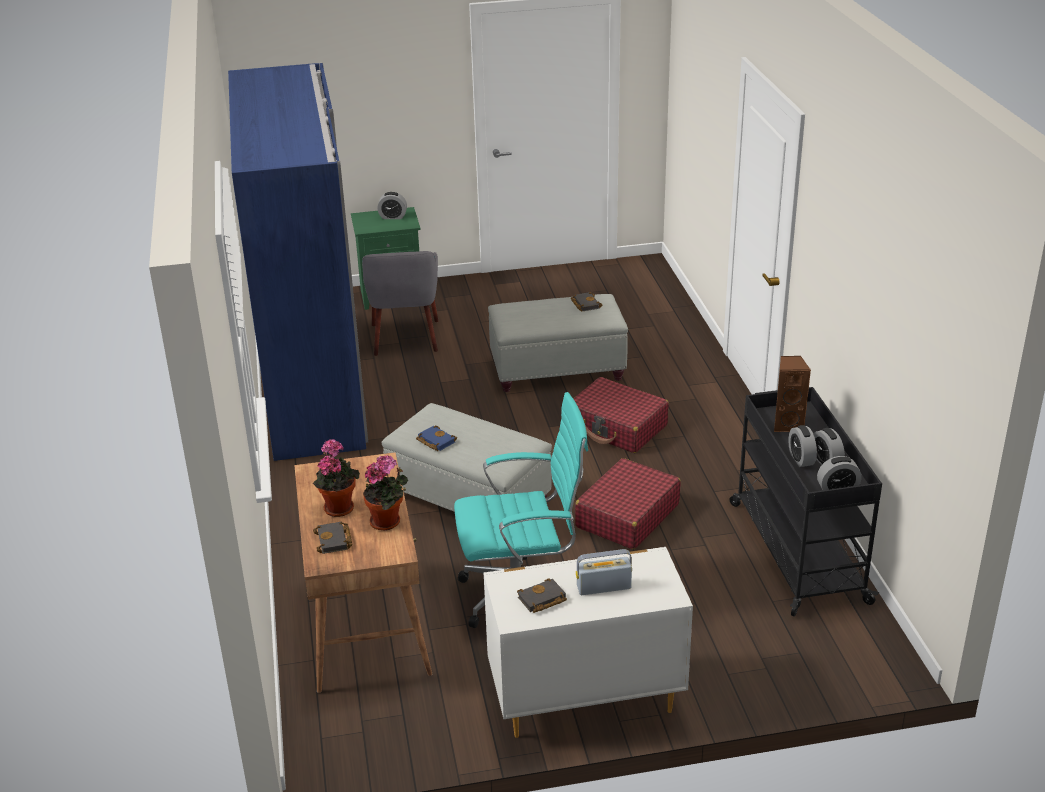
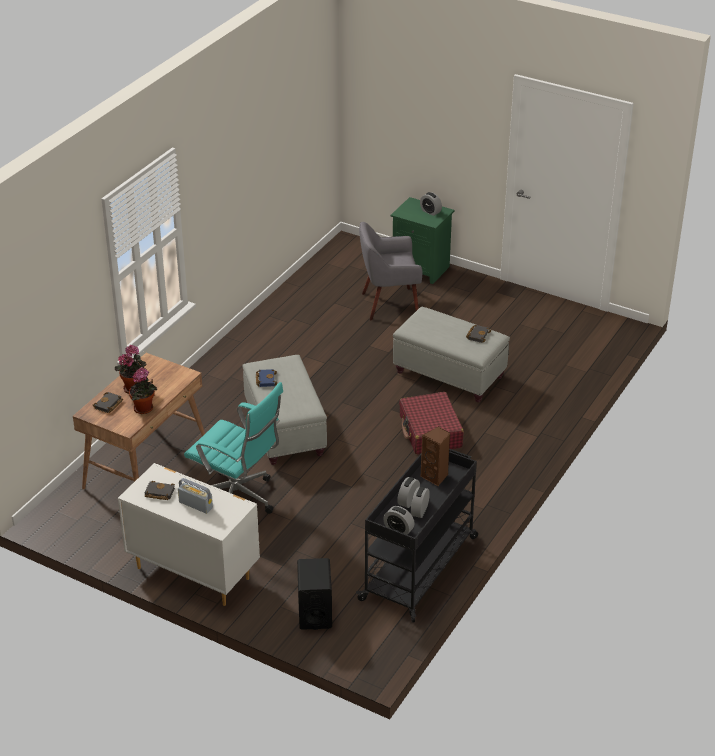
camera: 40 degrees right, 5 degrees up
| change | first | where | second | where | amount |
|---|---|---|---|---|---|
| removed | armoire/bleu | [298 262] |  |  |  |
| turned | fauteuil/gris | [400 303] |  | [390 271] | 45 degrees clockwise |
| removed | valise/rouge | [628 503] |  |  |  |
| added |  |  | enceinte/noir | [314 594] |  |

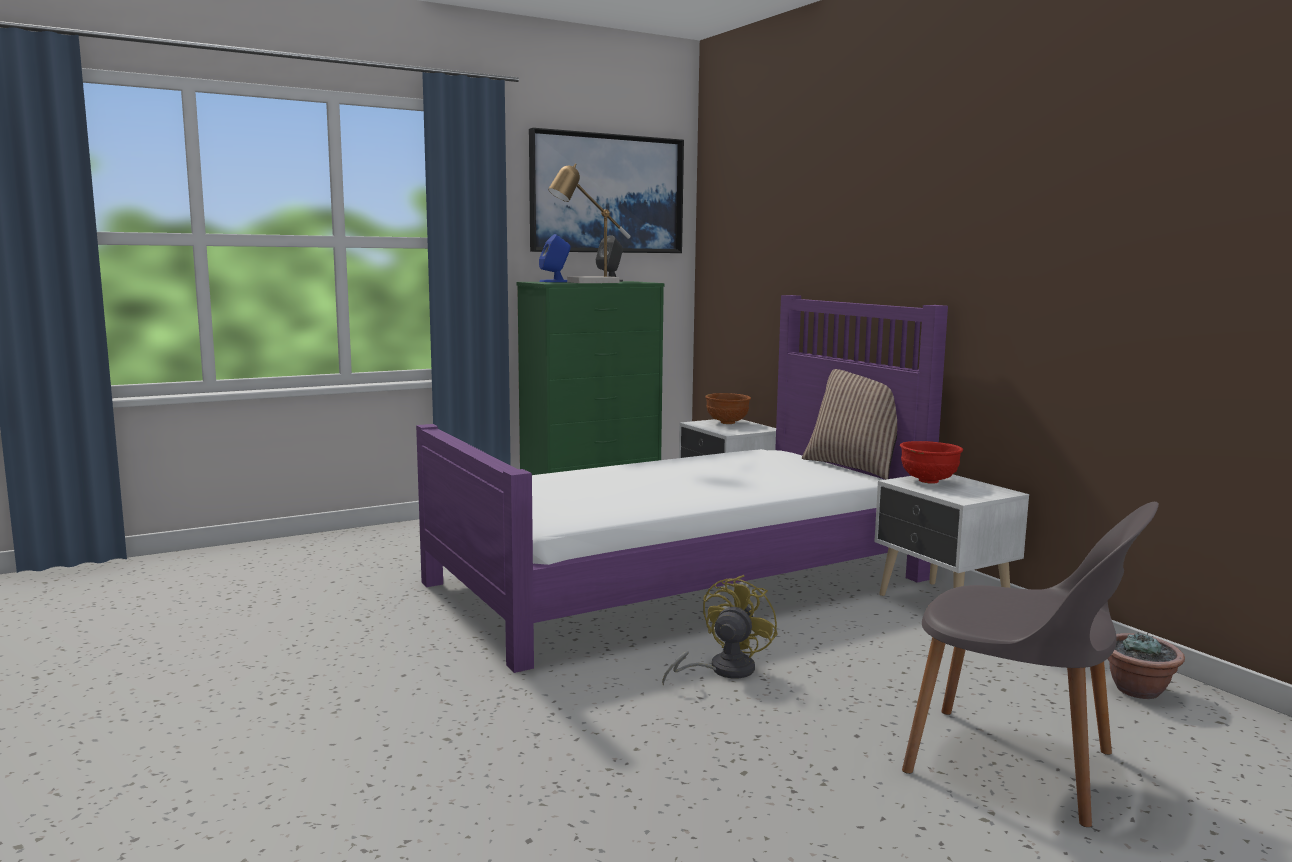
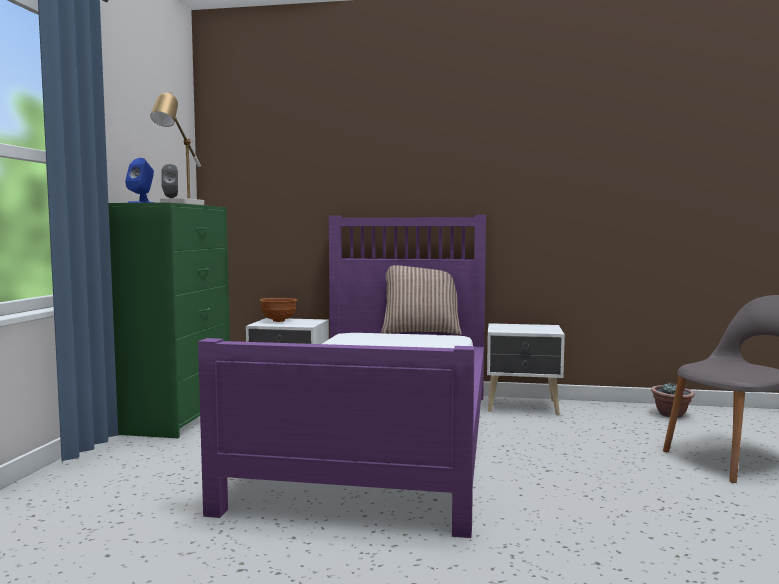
camera: 50 degrees left, 5 degrees down
| change | first | where | second | where | amount |
|---|---|---|---|---|---|
| removed | tableau | [606 190] |  |  |  |
| removed | ventilateur/jaune | [720 630] |  |  |  |
| removed | bol/rouge | [931 462] |  |  |  |

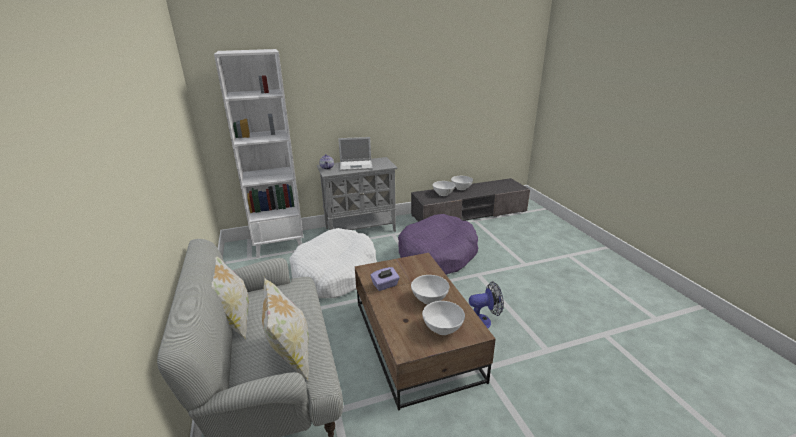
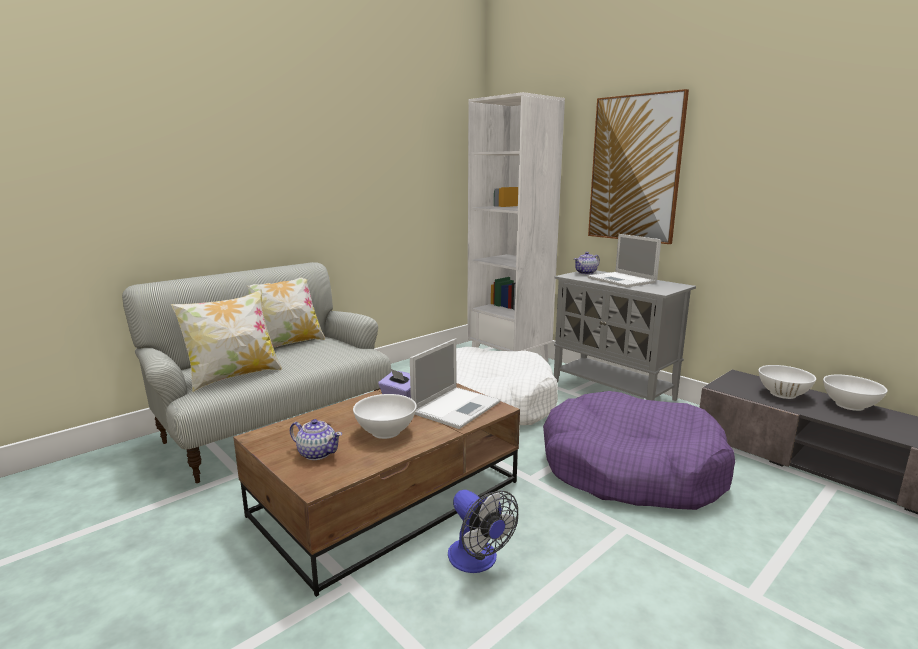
camera: 65 degrees right, 10 degrees down
| change | first | where | second | where | amount |
|---|---|---|---|---|---|
| replaced | bol/blanc | [443 318] | théière | [316 439] |  |
| added |  |  | ordinateur portable | [455 383] |  |
| added |  |  | tableau | [638 166] |  |

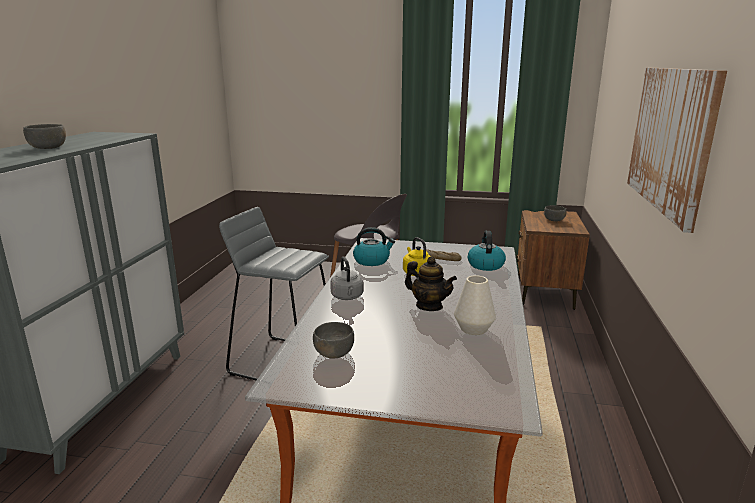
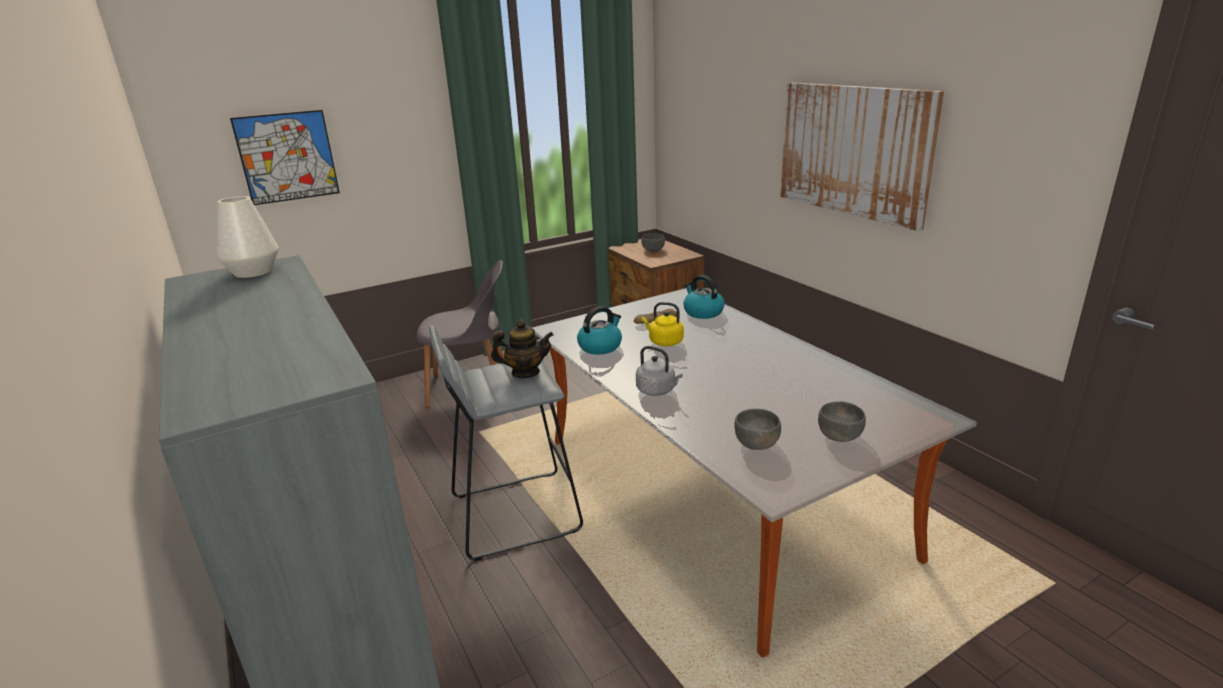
camera: 40 degrees left, 5 degrees up
| change | first | where | second | where | amount |
|---|---|---|---|---|---|
| moved | bol/gris | [44 136] |  | [842 421] |  |
| moved | théière | [431 283] |  | [522 349] |  |
| moved | vase/blanc | [475 305] |  | [247 237] |  |
| added |  |  | tableau | [285 157] |  |

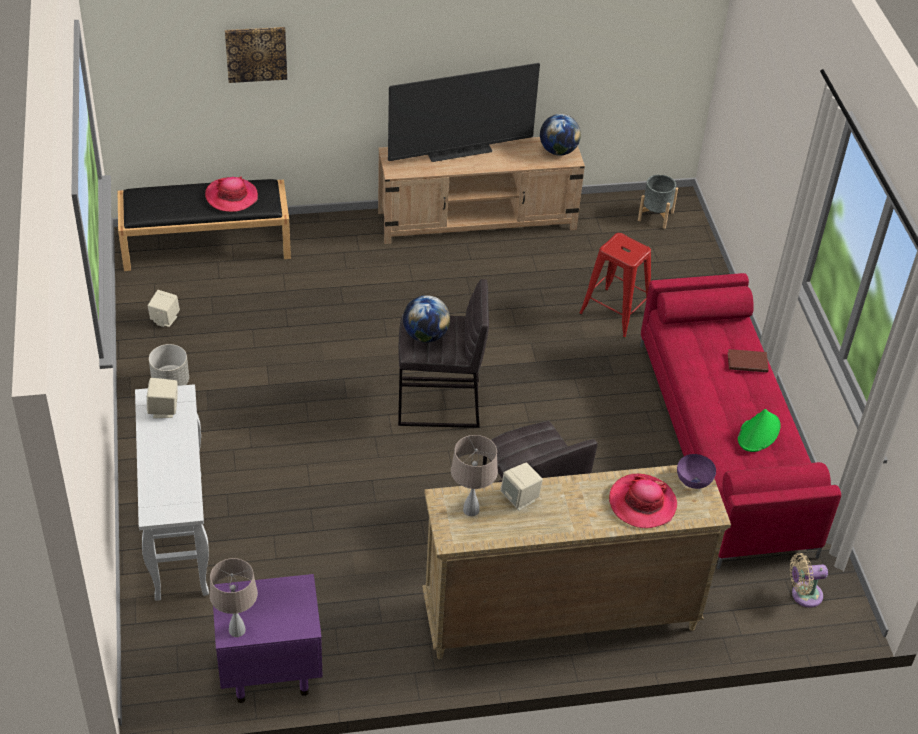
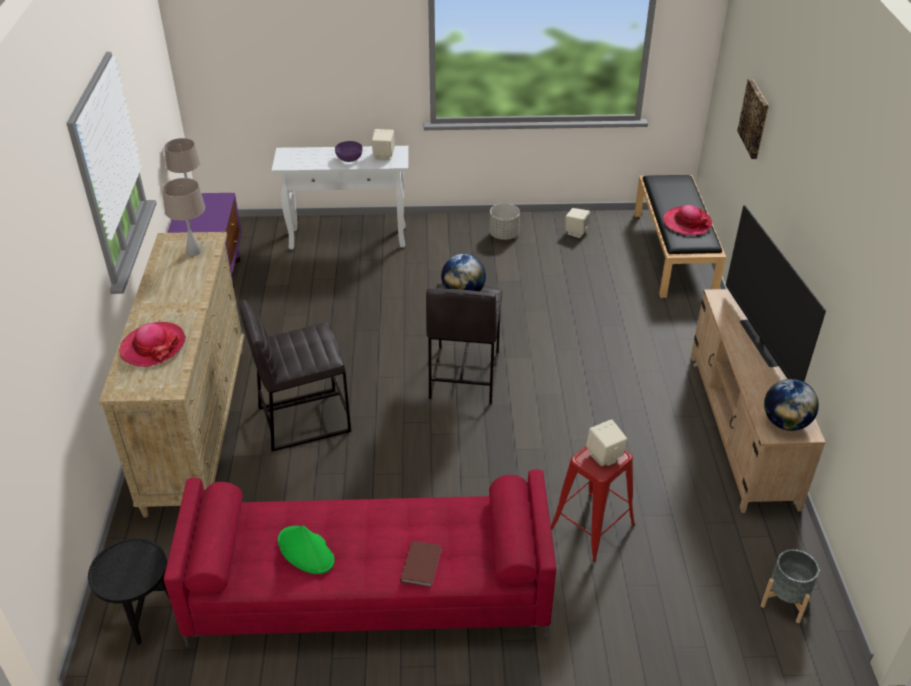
camera: 100 degrees right, 5 degrees down
| change | first | where | second | where | amount |
|---|---|---|---|---|---|
| moved | enceinte/beige | [521 486] |  | [606 442] |  |
| moved | bol/violet | [696 471] |  | [349 151] |  |
| replaced | ventilateur/beige | [809 580] | table d'appoint/noir | [129 591] |  |

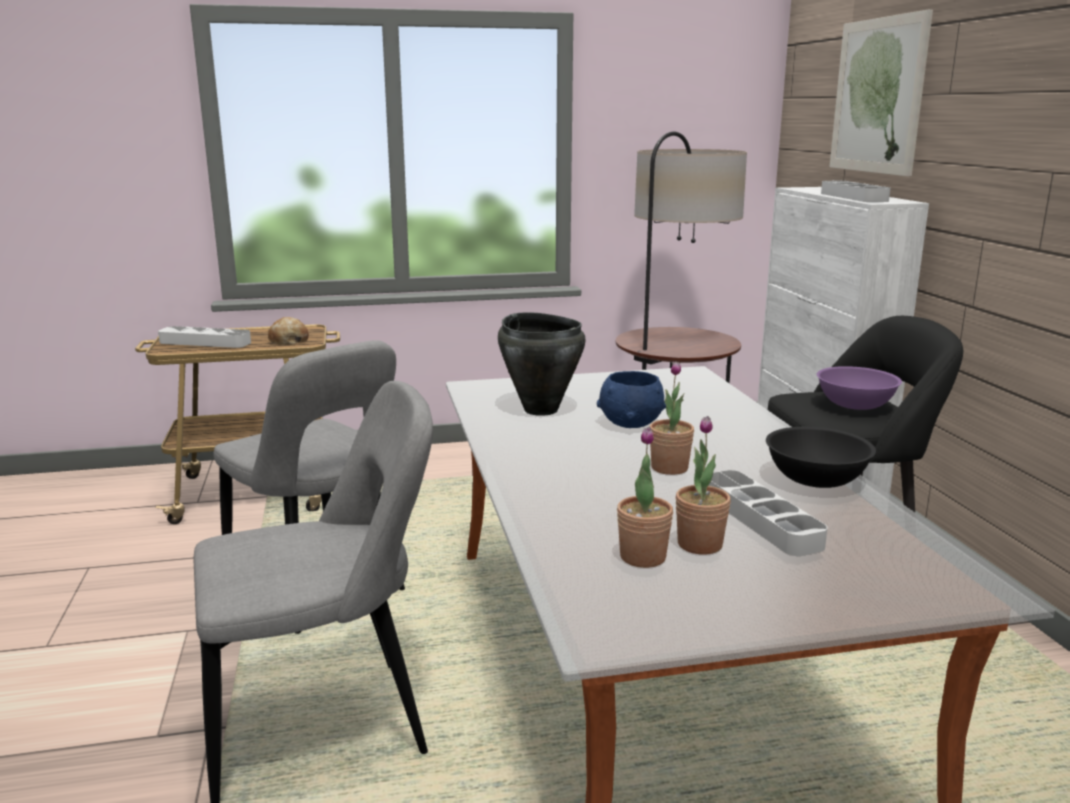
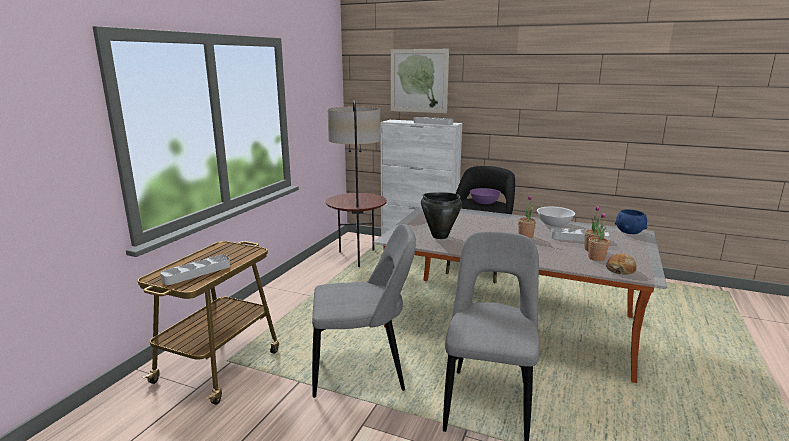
camera: 55 degrees left, 0 degrees up
| change | first | where | second | where | amount |
|---|---|---|---|---|---|
| moved | pain | [288 331] |  | [621 264] |  |
| moved | bol/bleu | [631 399] |  | [631 222] |  |
| recoloured | bol/noir | [821 457] | bol/blanc | [556 217] |  |

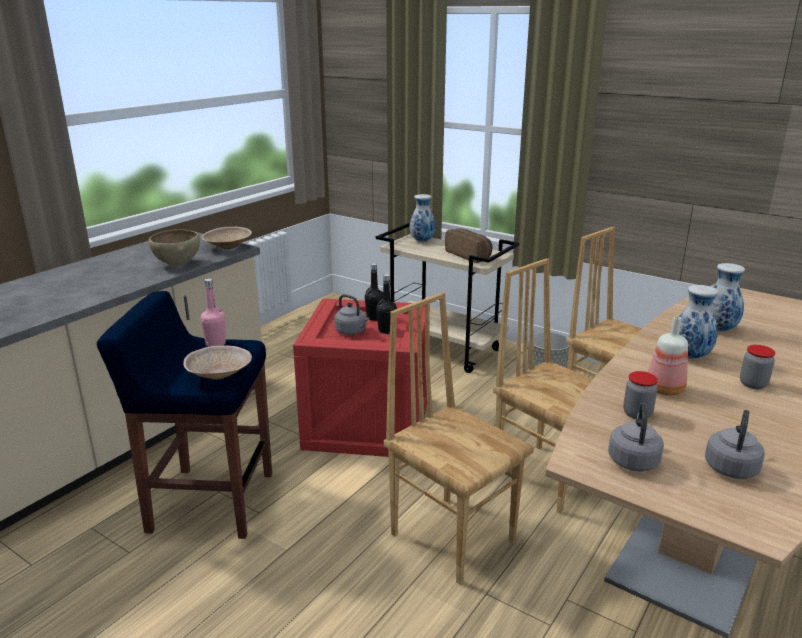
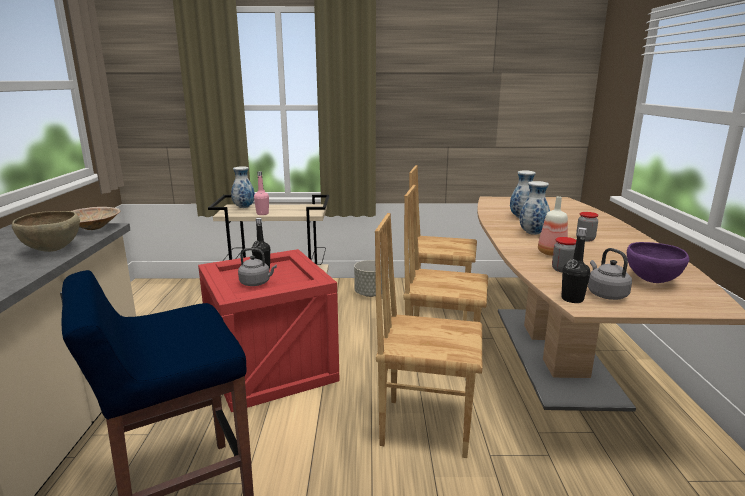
camera: 35 degrees left, 5 degrees down
| change | first | where | second | where | amount |
|---|---|---|---|---|---|
| removed | bol/beige | [217 362] |  |  |  |
| moved | bouteille/rose | [213 312] |  | [261 193] |  |
| moved | bouteille/noir | [386 304] |  | [576 265] |  |
| removed | pain | [468 245] |  |  |  |
| replaced | bouilloire/gris | [735 444] | bol/violet | [658 262] |  |

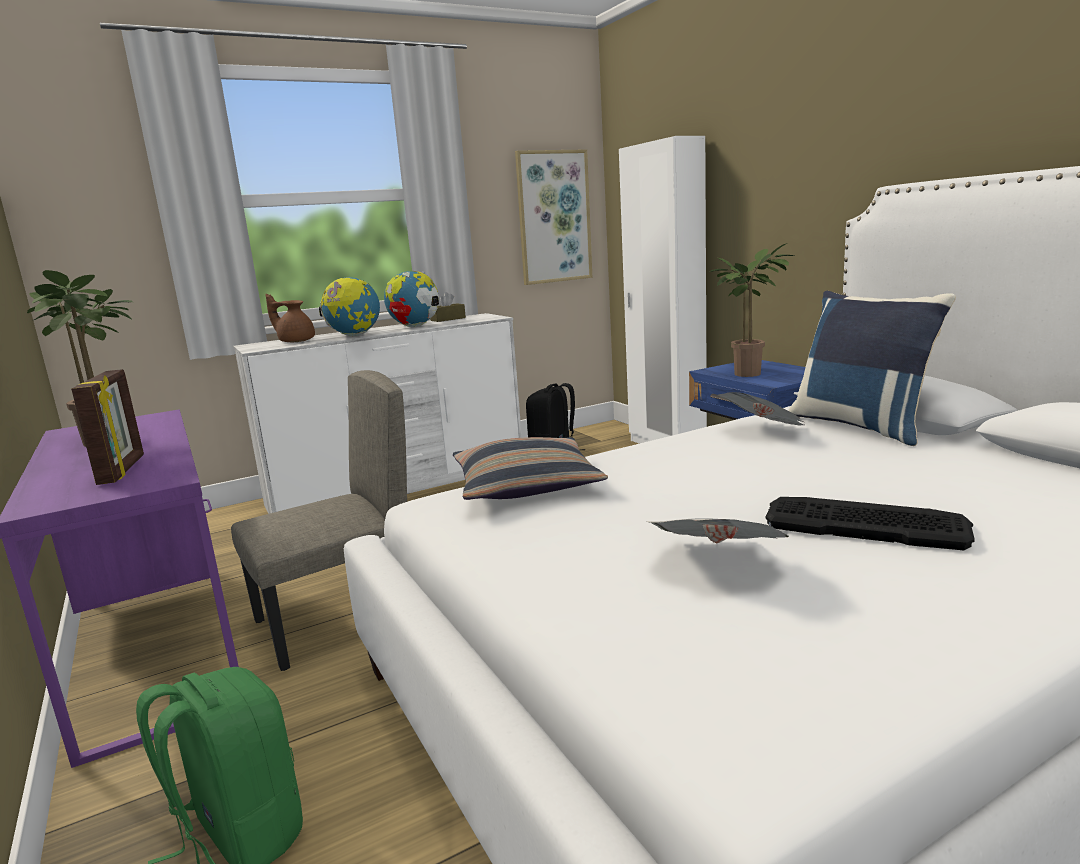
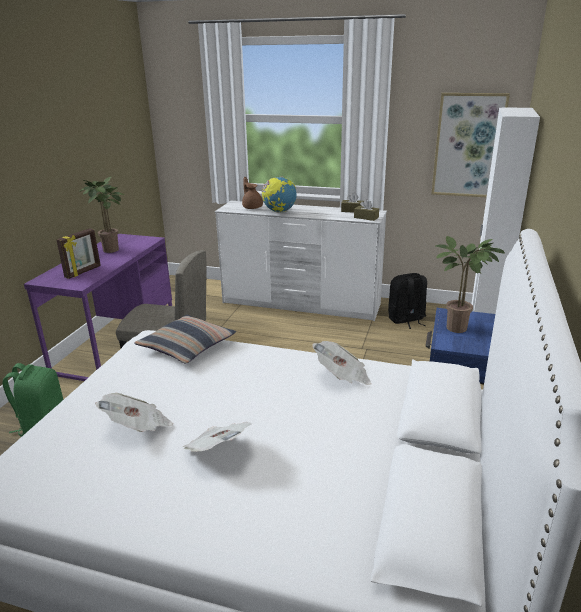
camera: 45 degrees right, 10 degrees up
| change | first | where | second | where | amount |
|---|---|---|---|---|---|
| removed | globe | [411 299] |  |  |  |
| replaced | clavier | [870 523] | journal | [217 437] |  |
| removed | coussin/bleu | [872 368] |  |  |  |
| added |  |  | boîte à mouchoirs/marron | [366 210] |  |

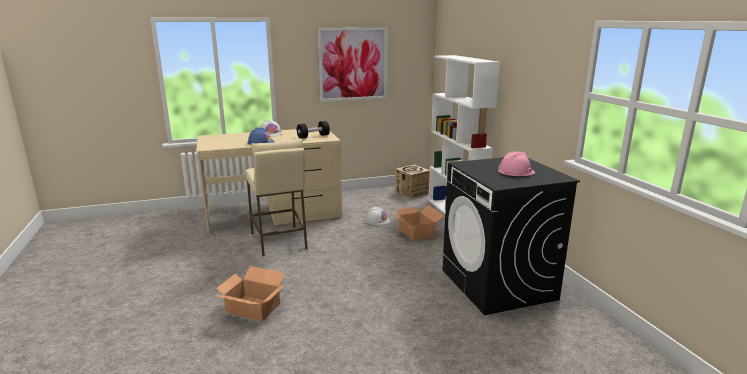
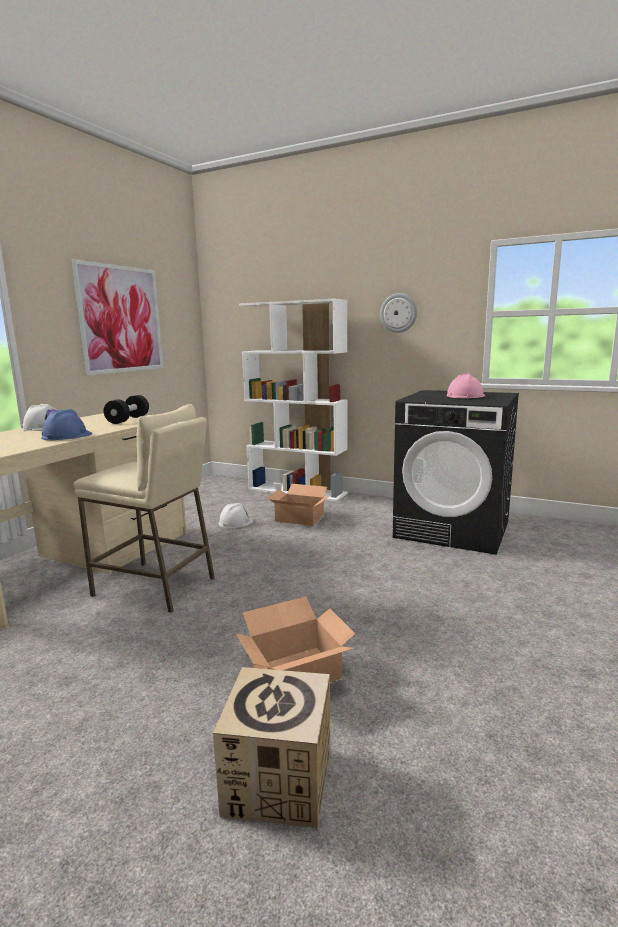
camera: 45 degrees left, 5 degrees down
| change | first | where | second | where | amount |
|---|---|---|---|---|---|
| moved | carton | [412 182] |  | [272 747] |  |
| added |  |  | horloge murale | [398 313] |  |

